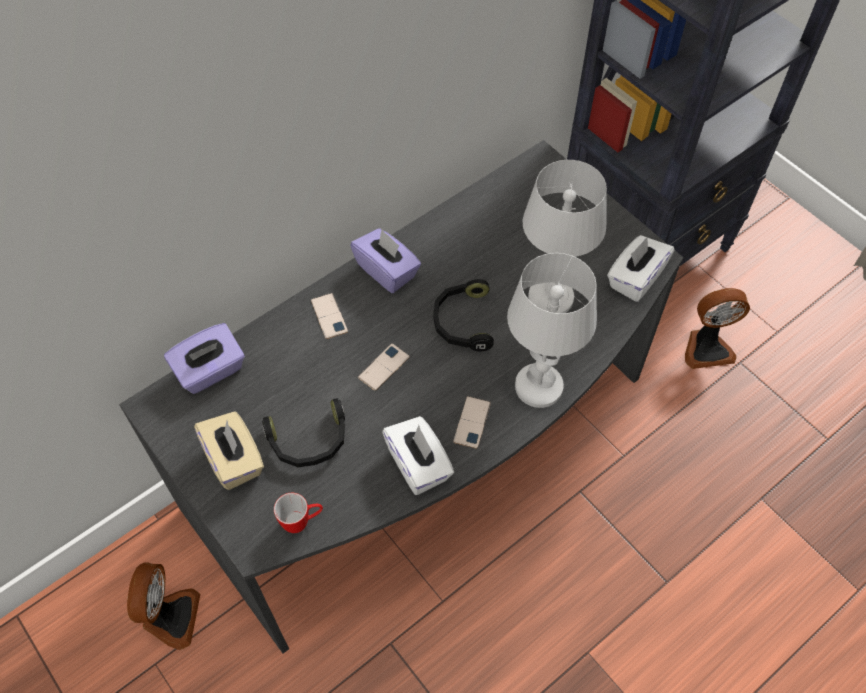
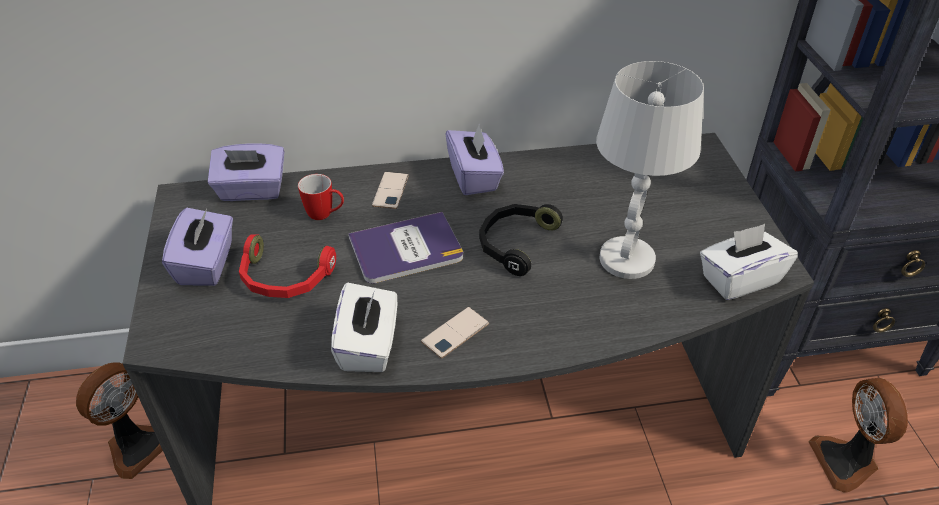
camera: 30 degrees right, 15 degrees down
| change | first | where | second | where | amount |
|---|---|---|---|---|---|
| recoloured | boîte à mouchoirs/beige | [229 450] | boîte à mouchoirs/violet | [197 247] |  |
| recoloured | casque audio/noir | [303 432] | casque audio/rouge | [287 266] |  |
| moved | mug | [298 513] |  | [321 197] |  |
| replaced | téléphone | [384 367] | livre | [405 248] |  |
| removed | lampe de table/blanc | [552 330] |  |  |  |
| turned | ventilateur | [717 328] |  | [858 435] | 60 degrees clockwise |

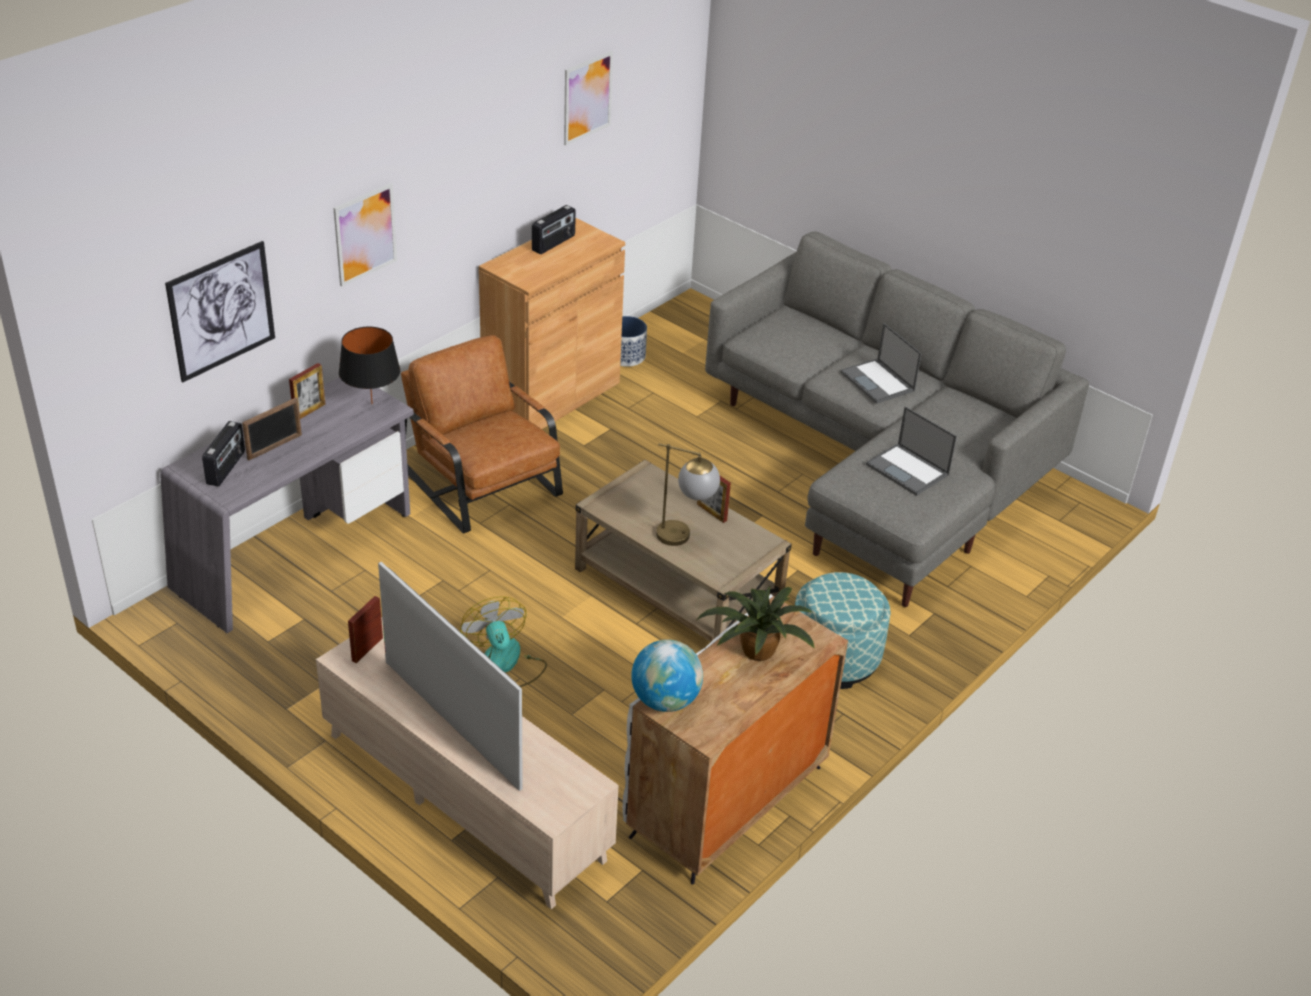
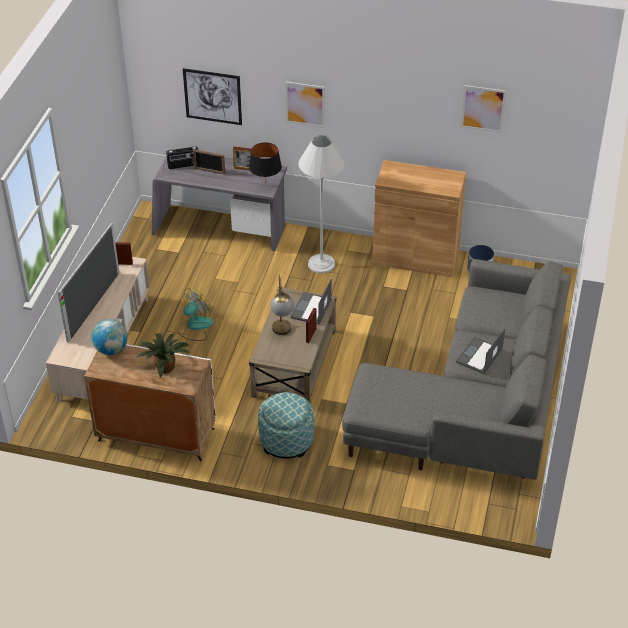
camera: 65 degrees right, 5 degrees up
| change | first | where | second | where | amount |
|---|---|---|---|---|---|
| replaced | fauteuil/marron | [482 434] | lampadaire/blanc | [321 204] |  |
| removed | radio | [554 229] |  |  |  |
| moved | ordinateur portable | [911 451] |  | [311 302] |  |

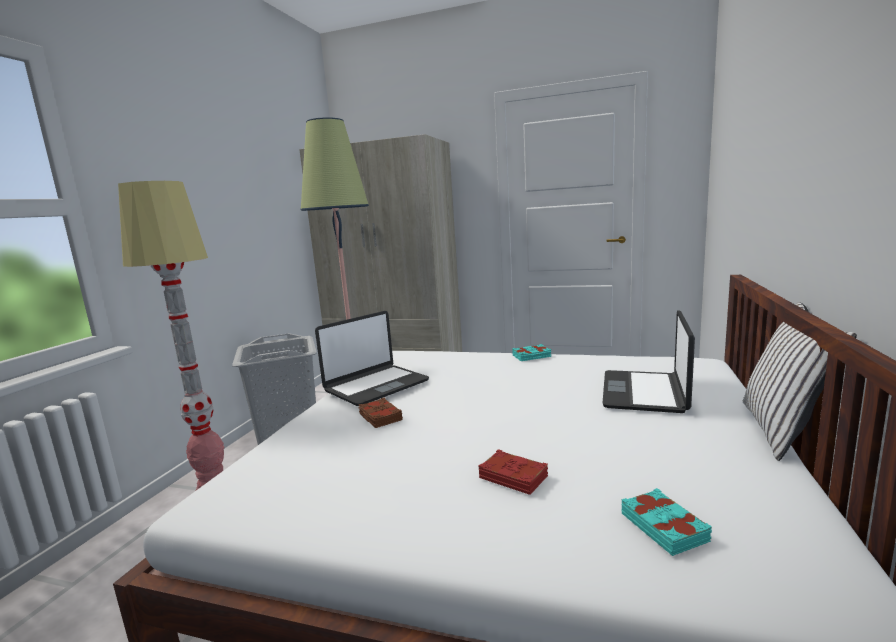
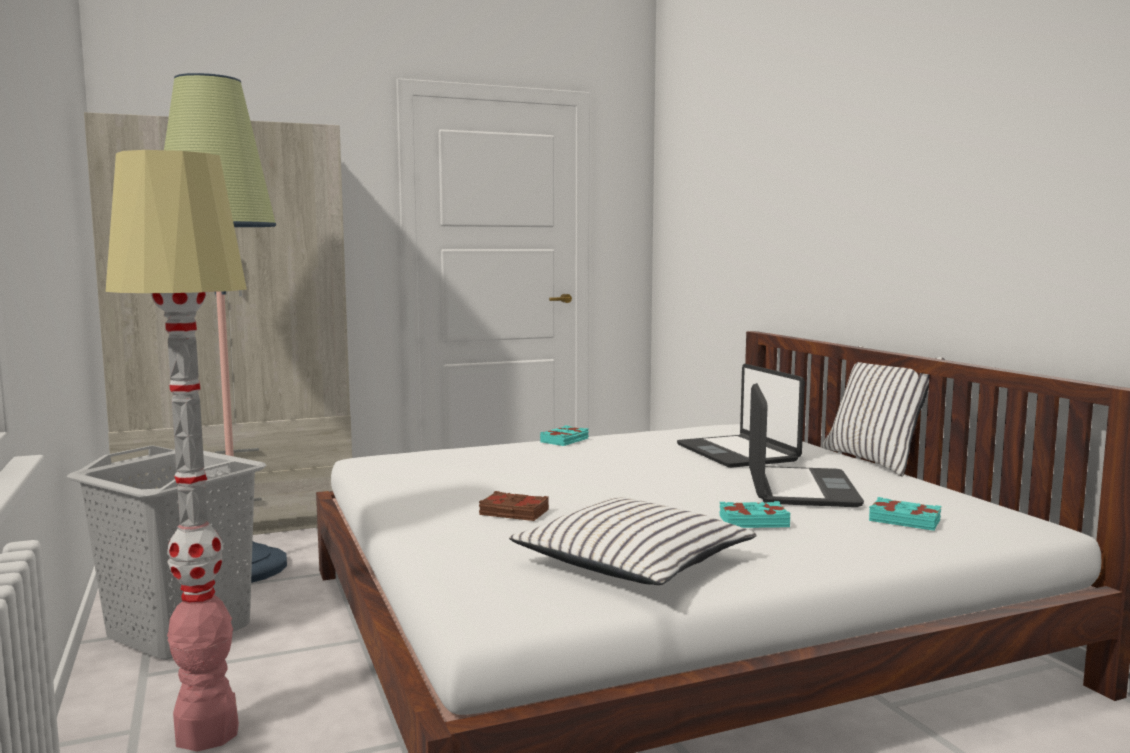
camera: 40 degrees left, 5 degrees down
| change | first | where | second | where | amount |
|---|---|---|---|---|---|
| moved | ordinateur portable | [372 358] |  | [806 445] |  |
| recoloured | livre/rouge | [513 472] | livre/turquoise | [755 514] |  |
| added |  |  | coussin/blanc | [632 541] |  |

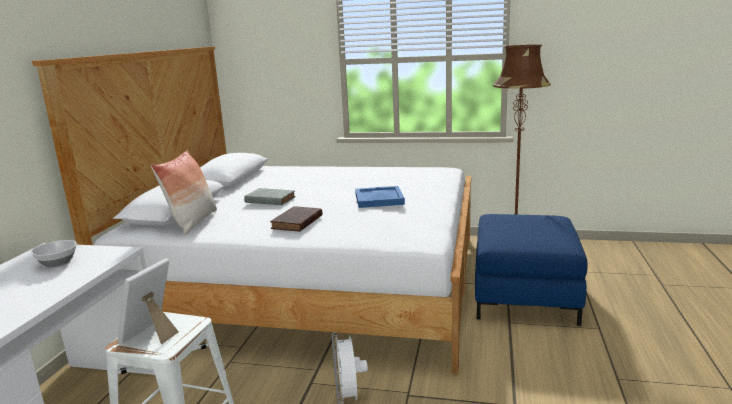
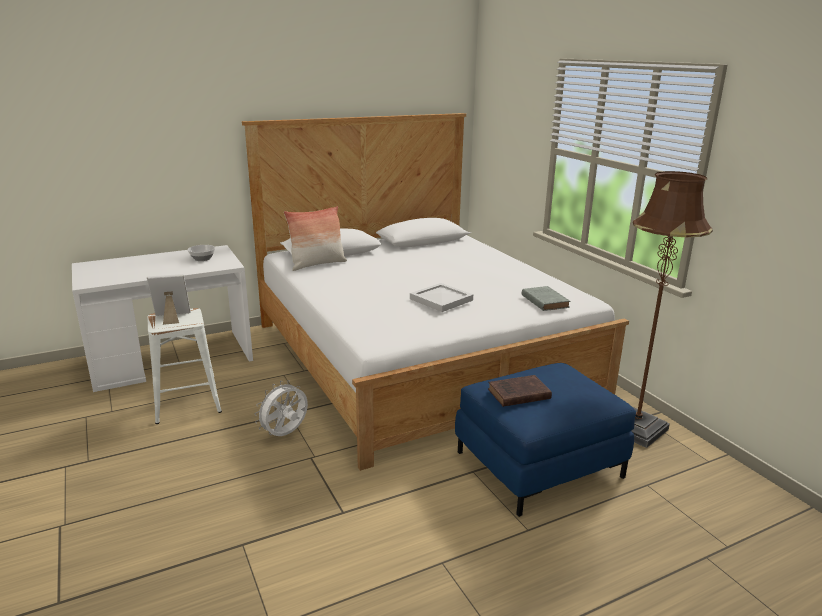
camera: 50 degrees right, 5 degrees up
| change | first | where | second | where | amount |
|---|---|---|---|---|---|
| moved | livre/gris | [270 196] |  | [546 298] |  |
| moved | livre/marron | [296 219] |  | [520 391] |  |
| recoloured | plateau/bleu | [380 197] | plateau/blanc | [441 297] |  |

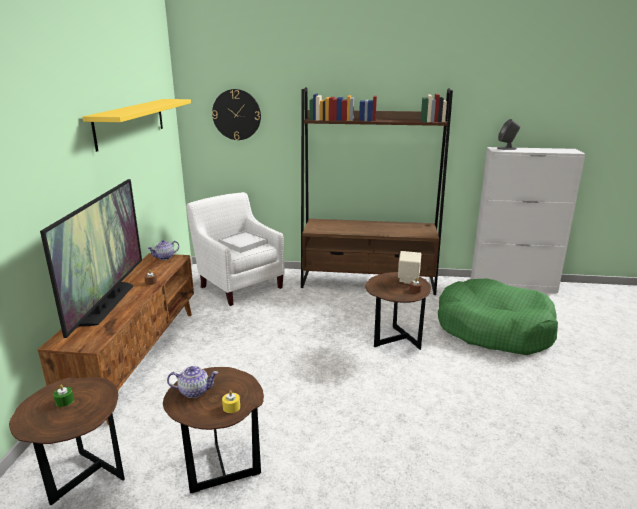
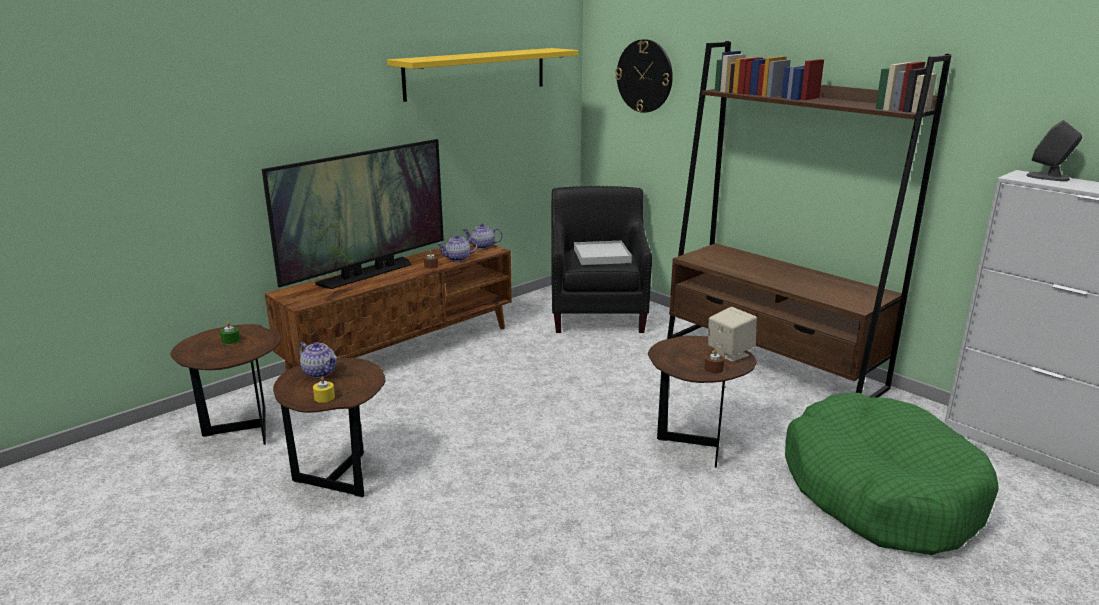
camera: 40 degrees right, 0 degrees up
| change | first | where | second | where | amount |
|---|---|---|---|---|---|
| recoloured | fauteuil/blanc | [235 249] | fauteuil/noir | [601 259] |  |
| added |  |  | théière | [457 248] |  |

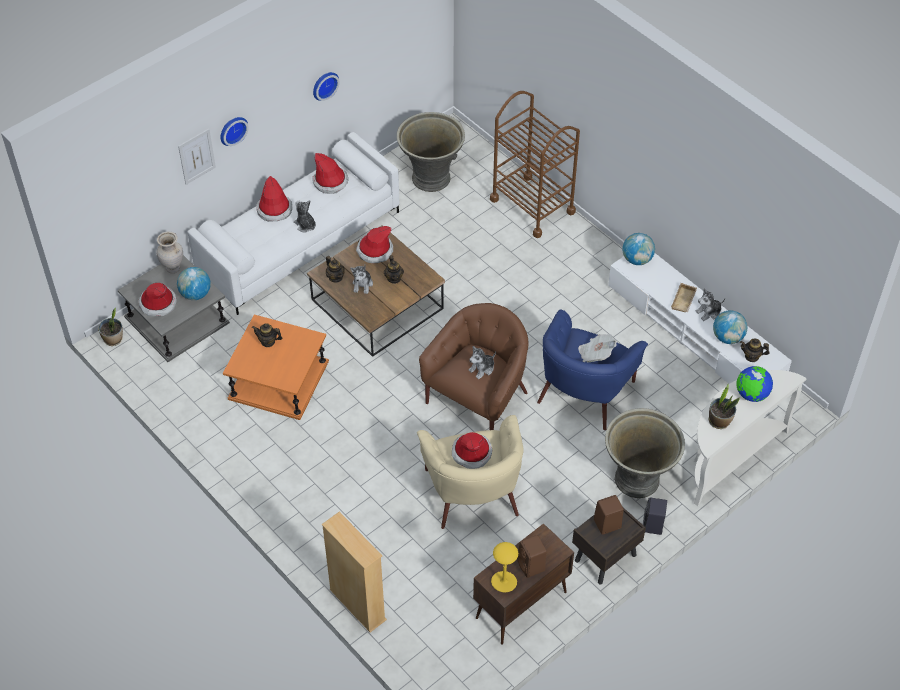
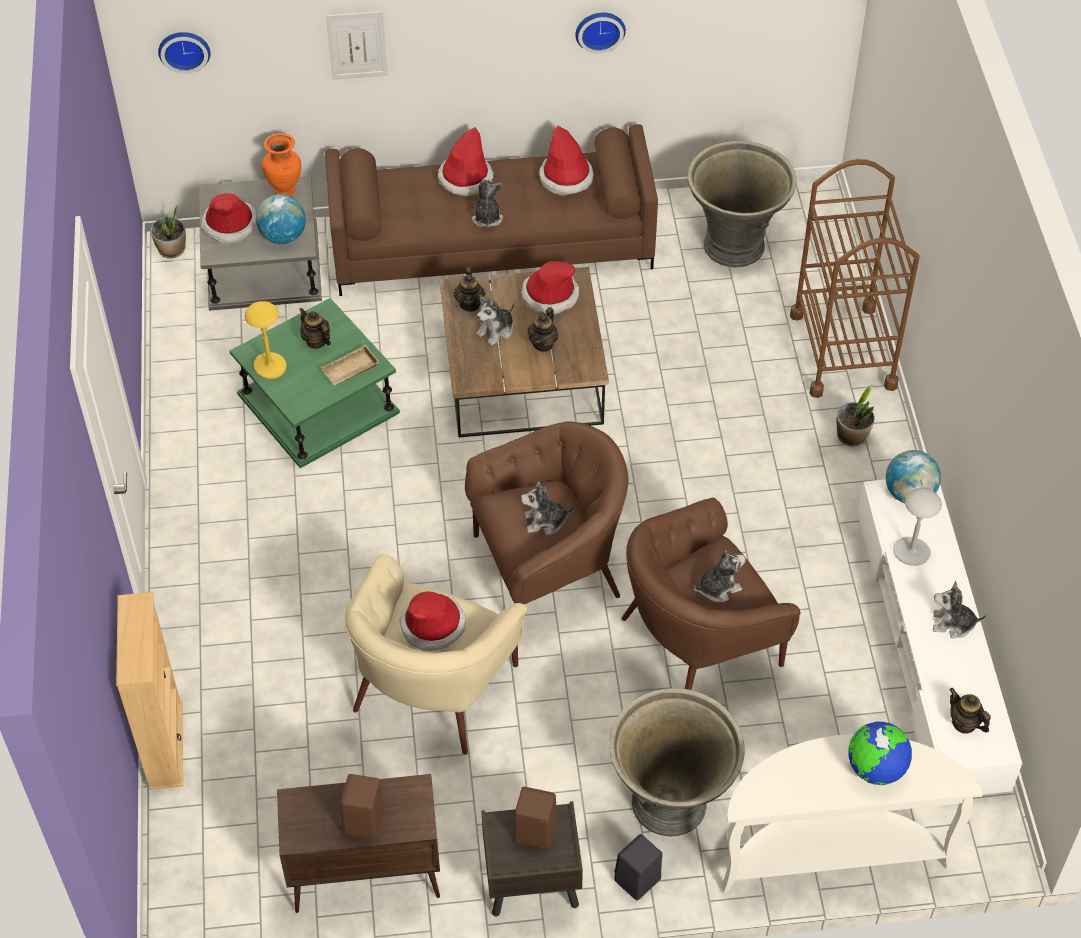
camera: 35 degrees right, 0 degrees up
| change | first | where | second | where | amount |
|---|---|---|---|---|---|
| recoloured | vase/beige | [169 252] | vase/orange | [281 164] |  |
| recoloured | canapé/blanc | [293 223] | canapé/marron | [491 210] |  |
| moved | horloge murale | [234 131] |  | [184 53] |  |
| recoloured | table d'appoint/orange | [276 367] | table d'appoint/vert | [315 383] |  |
| moved | lampe de table/jaune | [504 567] |  | [265 340] |  |
| recoloured | fauteuil/bleu | [592 369] | fauteuil/marron | [710 594] |  |
| replaced | journal | [597 348] | peluche | [720 576] |  |
| moved | plateau/beige | [684 298] |  | [349 364] |  |
| moved | plante en pot | [724 406] |  | [856 416] |  |
| removed | globe | [730 327] |  |  |  |
| added |  |  | lampe de table/gris | [917 527] |  |

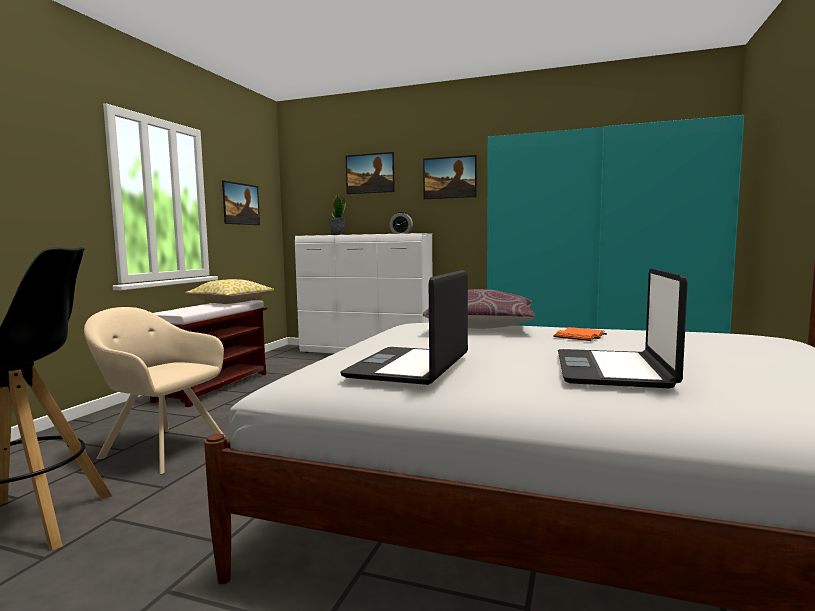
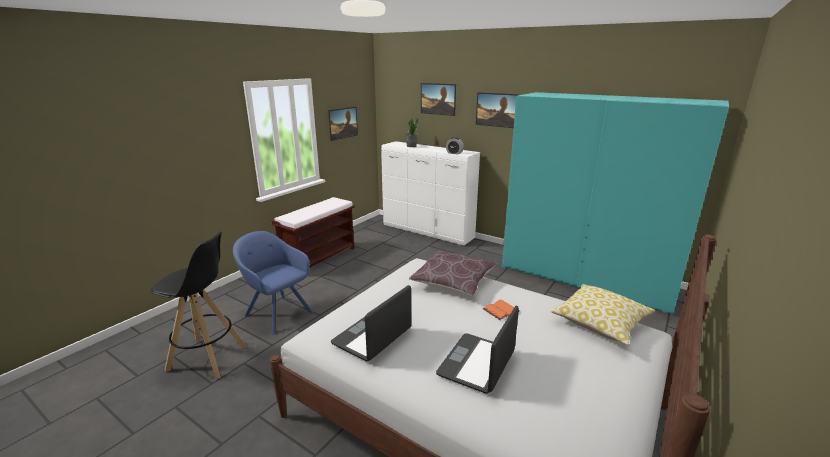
camera: 15 degrees right, 15 degrees up
| change | first | where | second | where | amount |
|---|---|---|---|---|---|
| recoloured | fauteuil/beige | [154 391] | fauteuil/bleu | [273 283] |  |
| moved | coussin | [230 291] |  | [602 314] |  |

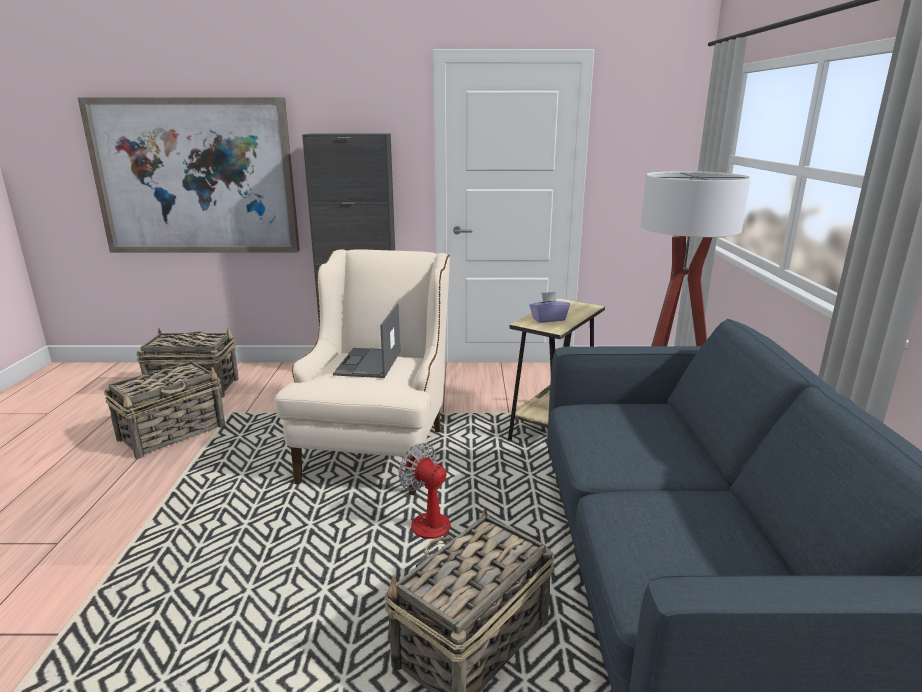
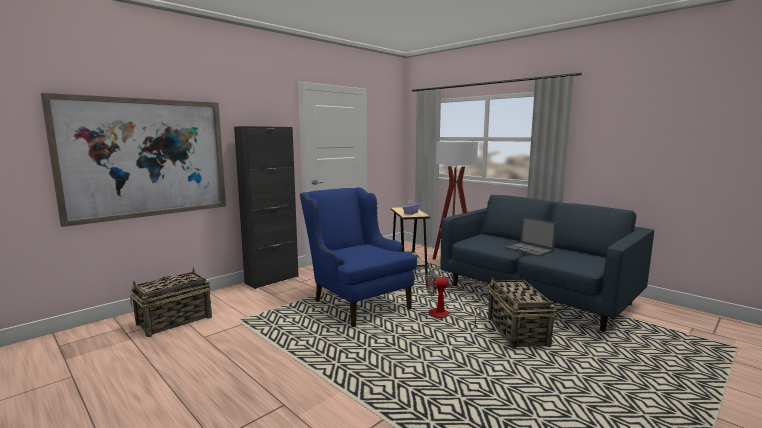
camera: 45 degrees left, 10 degrees down
| change | first | where | second | where | amount |
|---|---|---|---|---|---|
| removed | panier | [164 410] |  |  |  |
| recoloured | fauteuil/beige | [362 372] | fauteuil/bleu | [358 257] |  |
| moved | ordinateur portable | [366 341] |  | [530 236] |  |

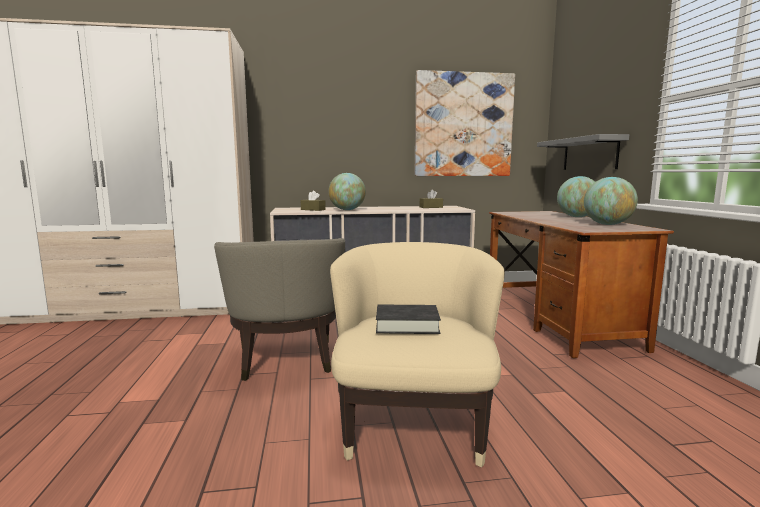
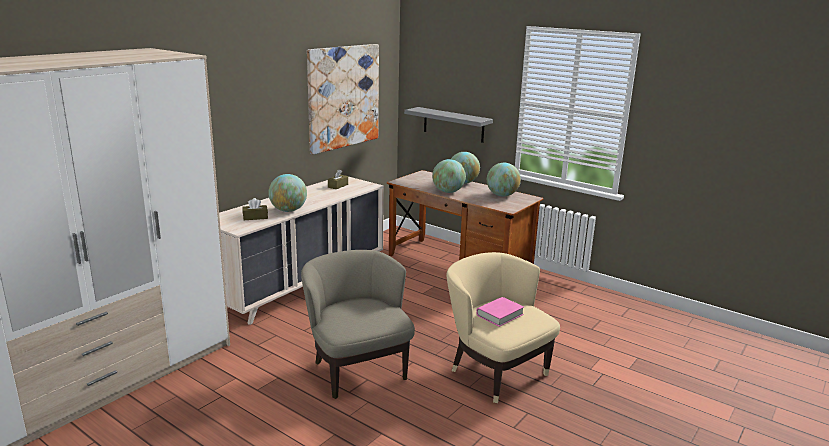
camera: 45 degrees left, 10 degrees up
| change | first | where | second | where | amount |
|---|---|---|---|---|---|
| turned | fauteuil/beige | [279 309] |  | [358 324] | 150 degrees counterclockwise |
| recoloured | livre/noir | [408 319] | livre/rose | [500 312] |  |
| added |  |  | globe | [449 176] |  |

